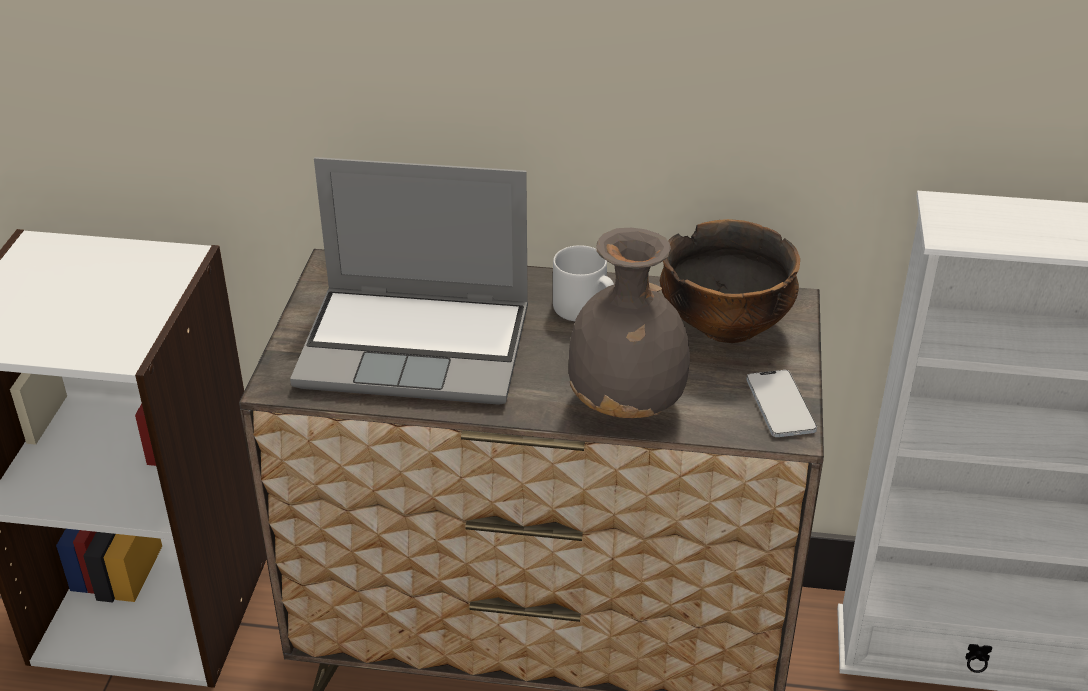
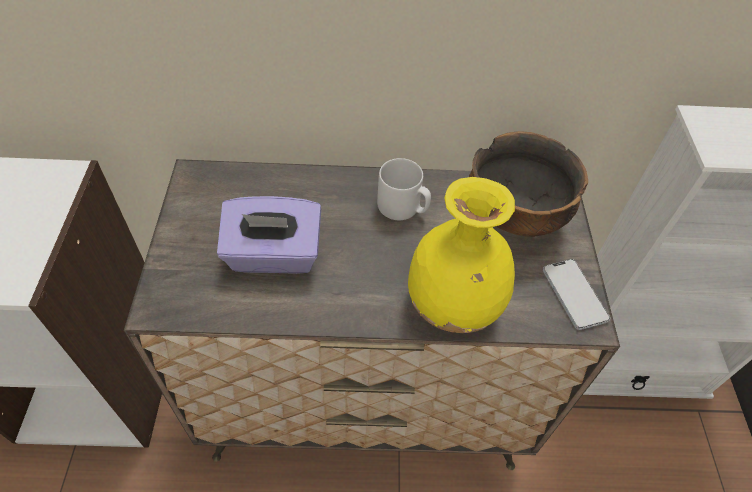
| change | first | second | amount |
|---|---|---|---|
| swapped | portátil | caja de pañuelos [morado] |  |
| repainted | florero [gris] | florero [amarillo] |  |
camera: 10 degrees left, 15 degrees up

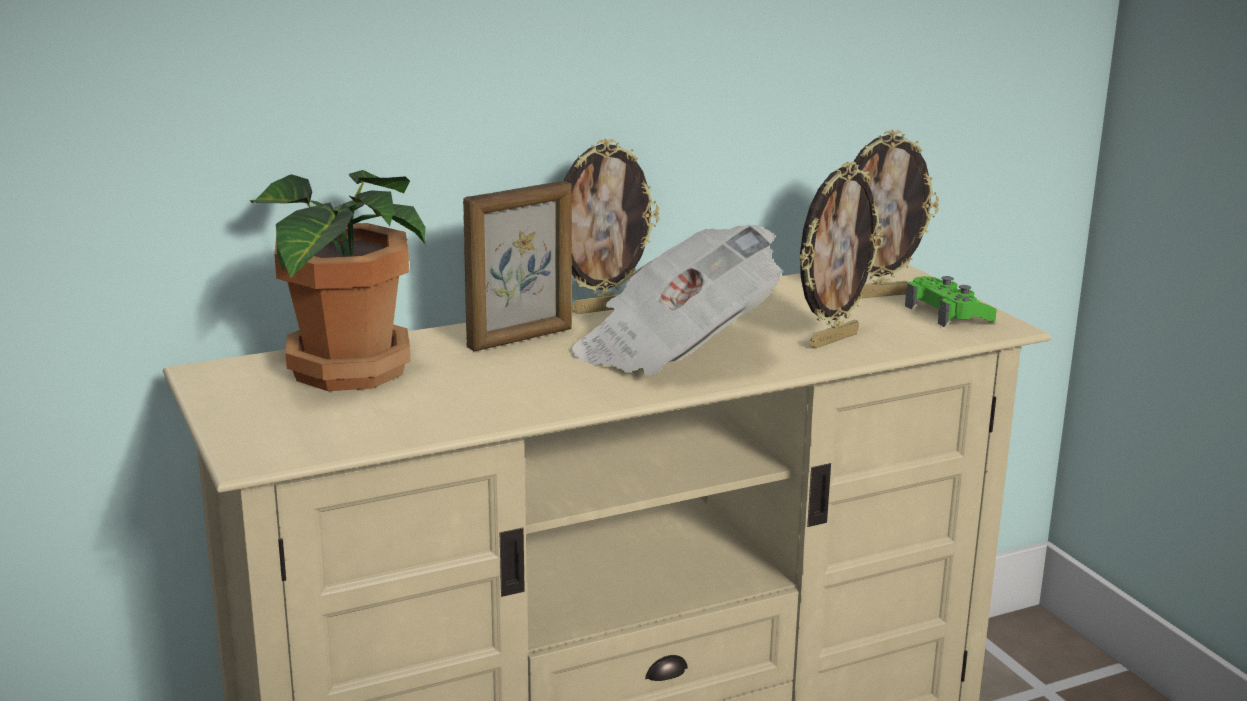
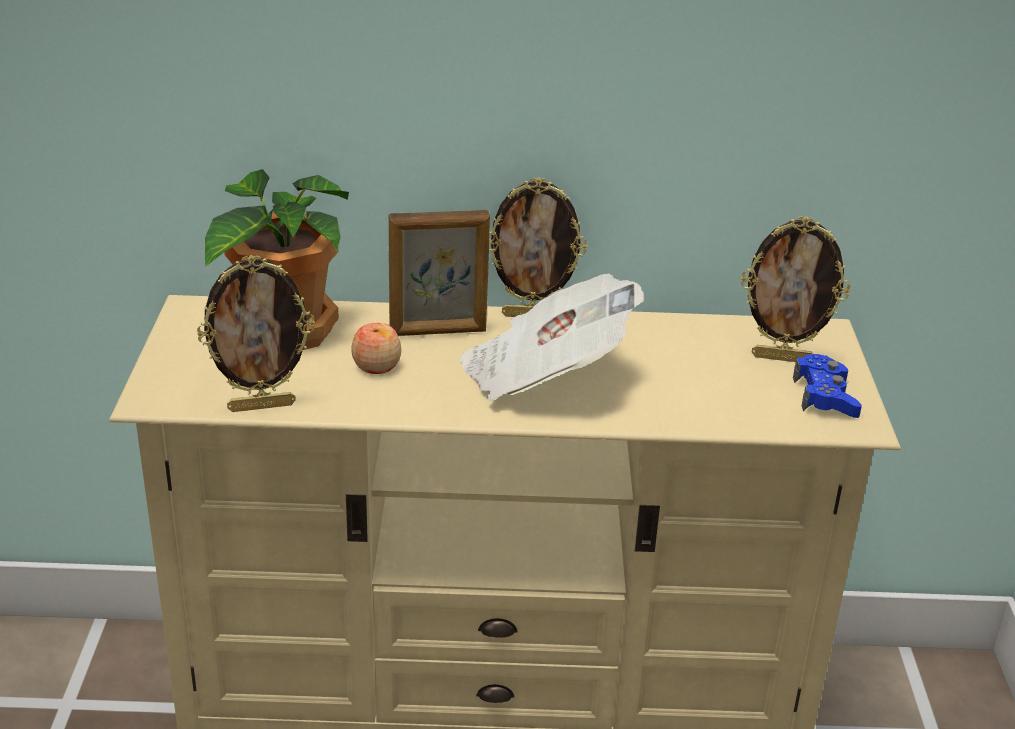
| change | first | second | amount |
|---|---|---|---|
| new |  | manzana |  |
| shifted | portarretratos (no. 3 from left in the first image) | portarretratos (no. 1 from left) |  |
| repainted | mando de consola [verde] | mando de consola [azul] |  |
camera: 25 degrees right, 10 degrees up

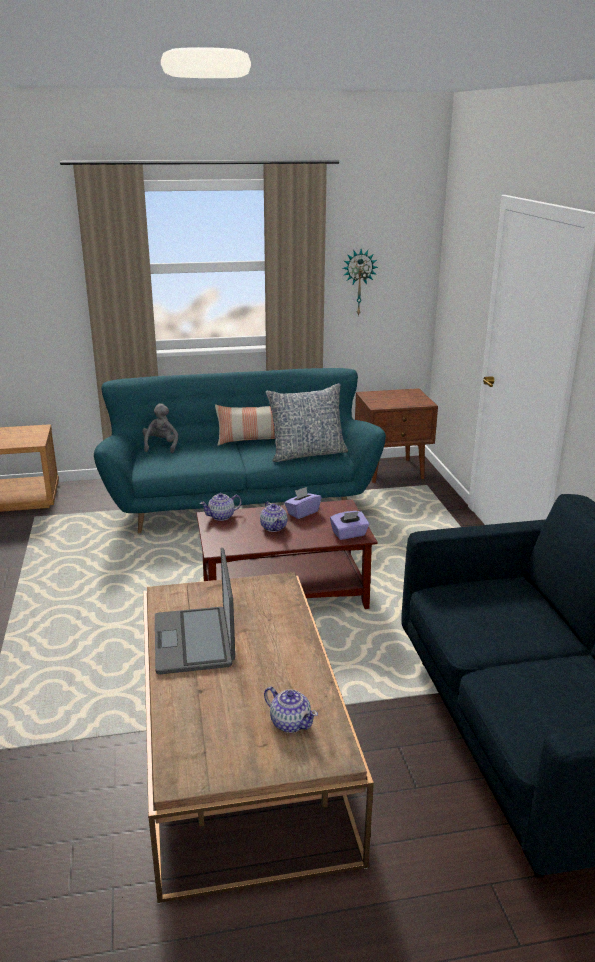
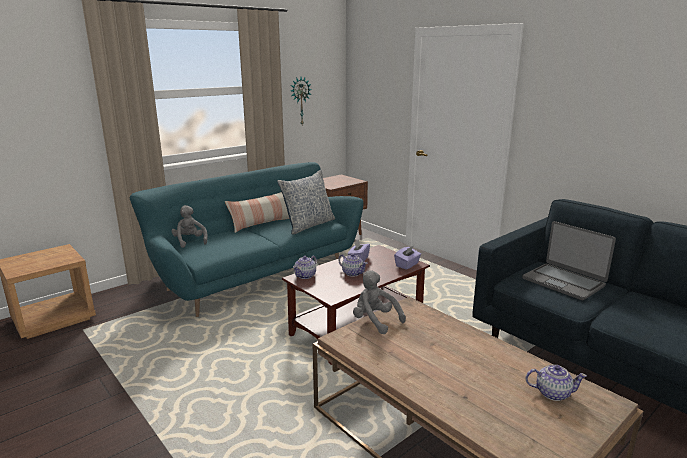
| change | first | second | amount |
|---|---|---|---|
| new |  | peluche [gris] (no. 2 from left) |  |
| shifted | portátil |  |  |
camera: 30 degrees left, 5 degrees down

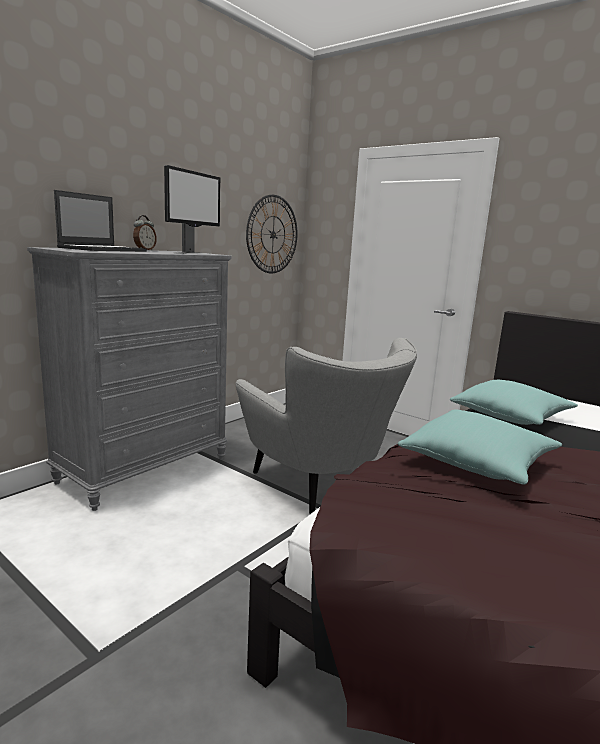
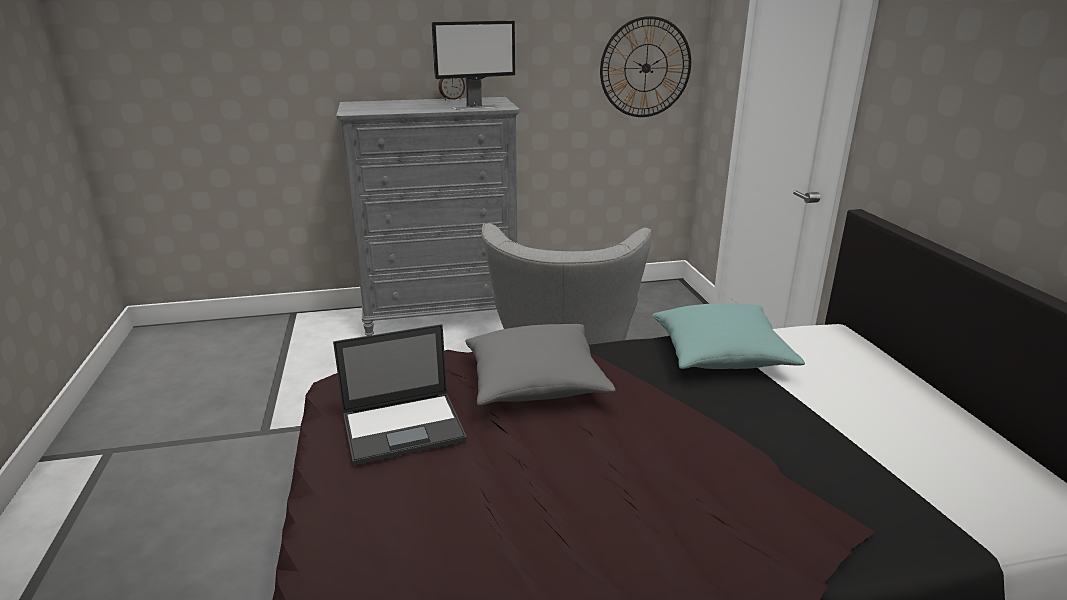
| change | first | second | amount |
|---|---|---|---|
| shifted | portátil |  |  |
| repainted | cojín [turquesa] (no. 1 from left) | cojín [gris] |  |
camera: 40 degrees right, 10 degrees up

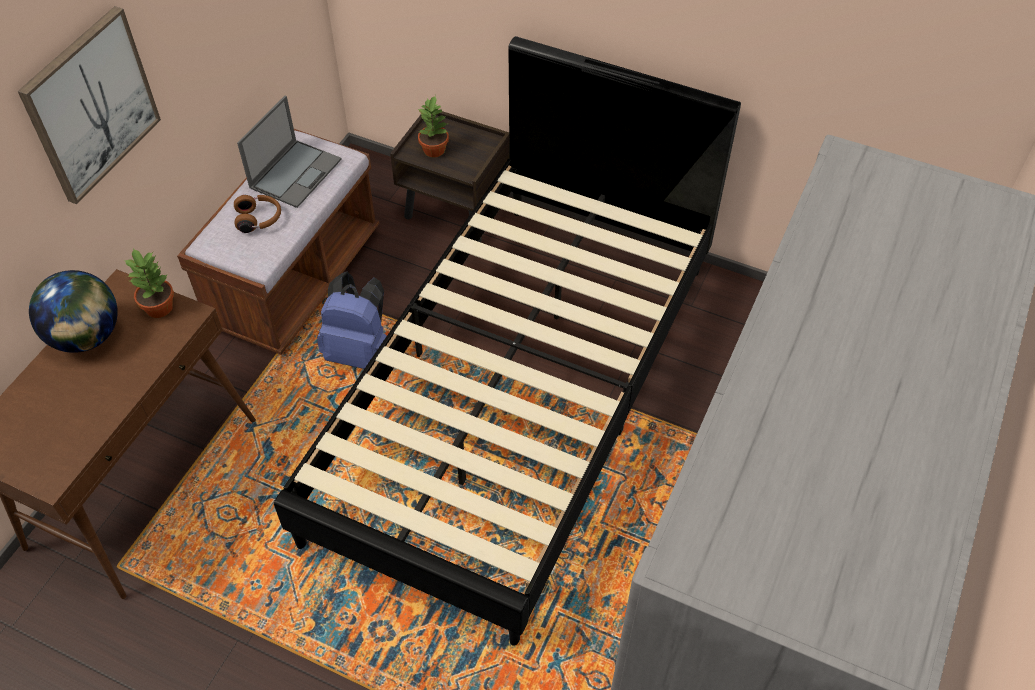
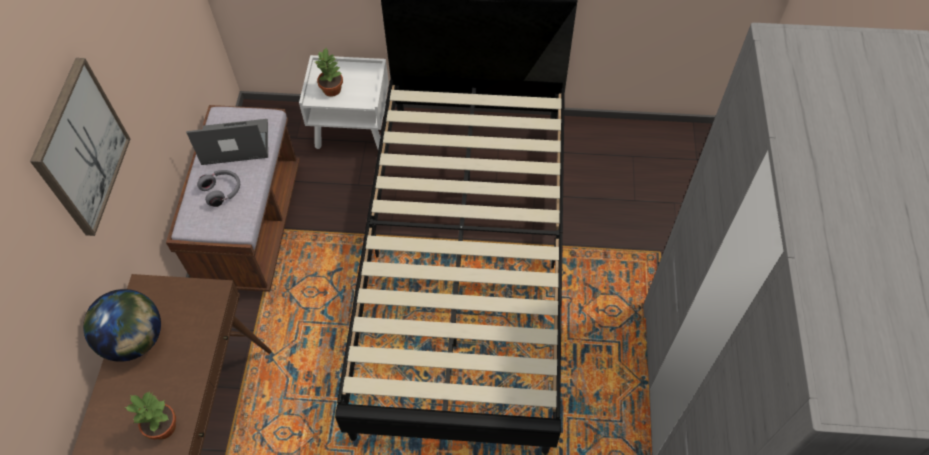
| change | first | second | amount |
|---|---|---|---|
| gone | mochila [azul] |  |  |
| shifted | planta en maceta (no. 1 from left) |  |  |
| repainted | auriculares [marrón] | auriculares [gris] |  |
| repainted | mesita de noche [marrón] | mesita de noche [blanco] |  |
| rotated | portátil |  | 105 degrees counterclockwise |
camera: 20 degrees left, 5 degrees up

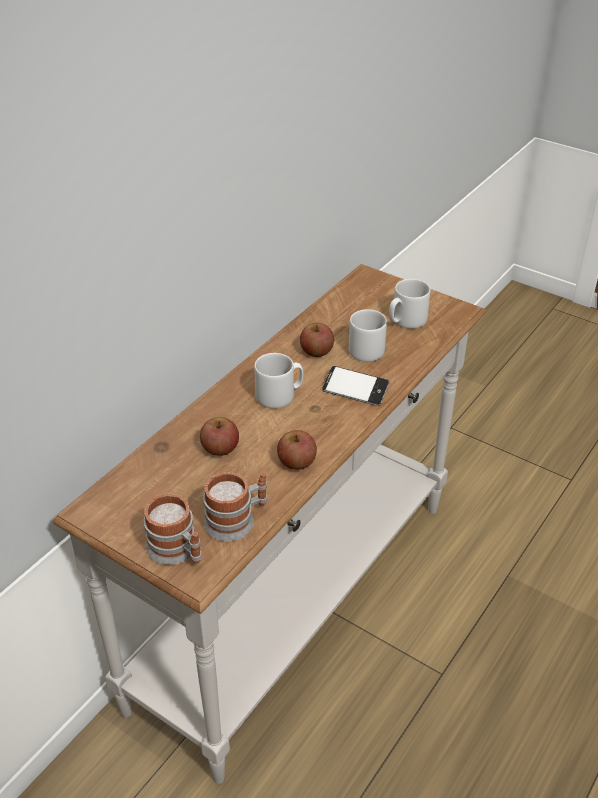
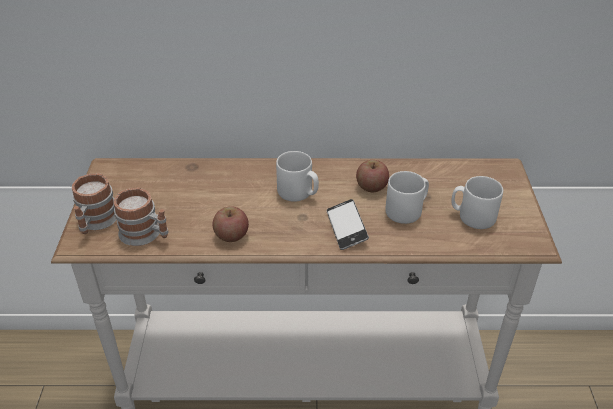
| change | first | second | amount |
|---|---|---|---|
| gone | manzana (no. 1 from left) |  |  |
camera: 55 degrees right, 0 degrees up

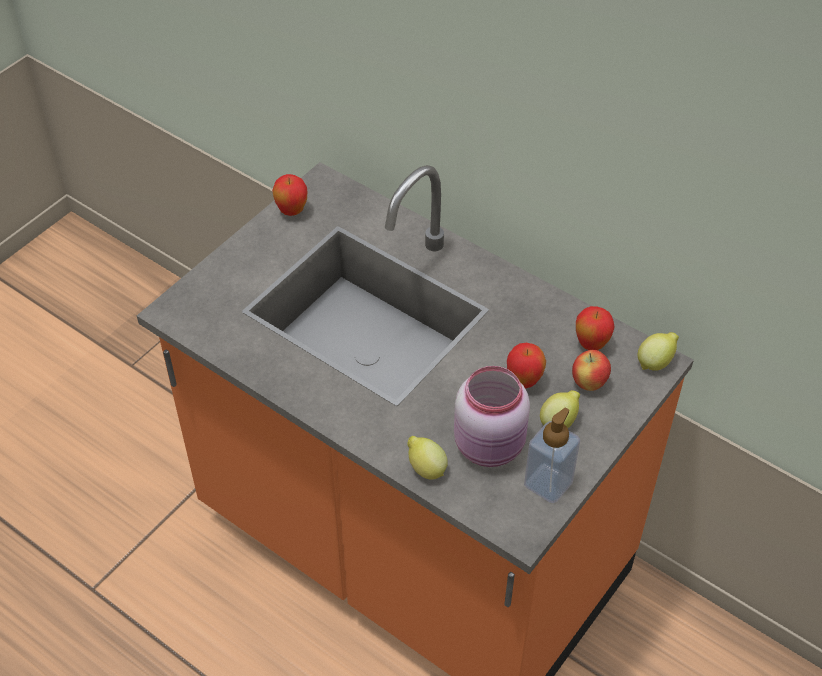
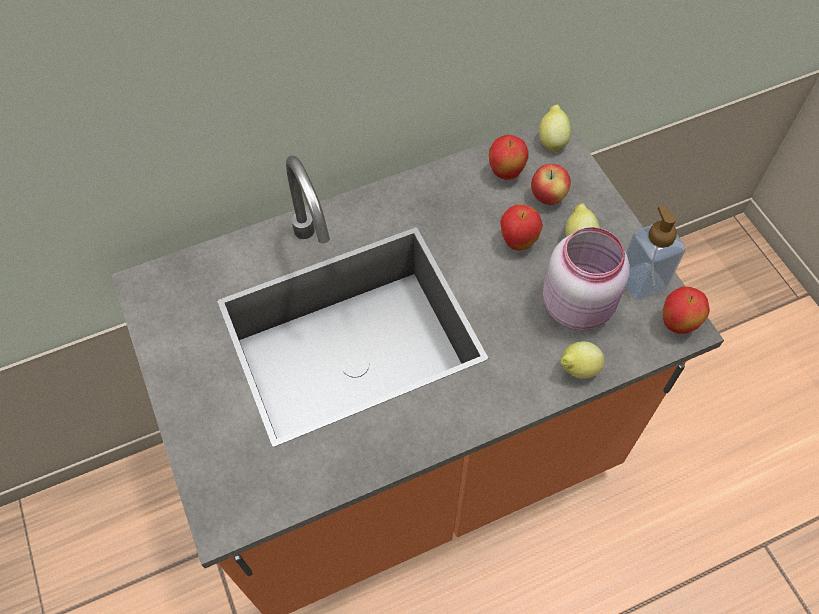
| change | first | second | amount |
|---|---|---|---|
| shifted | manzana (no. 1 from left in the first image) | manzana (no. 4 from left) |  |
camera: 60 degrees left, 10 degrees up

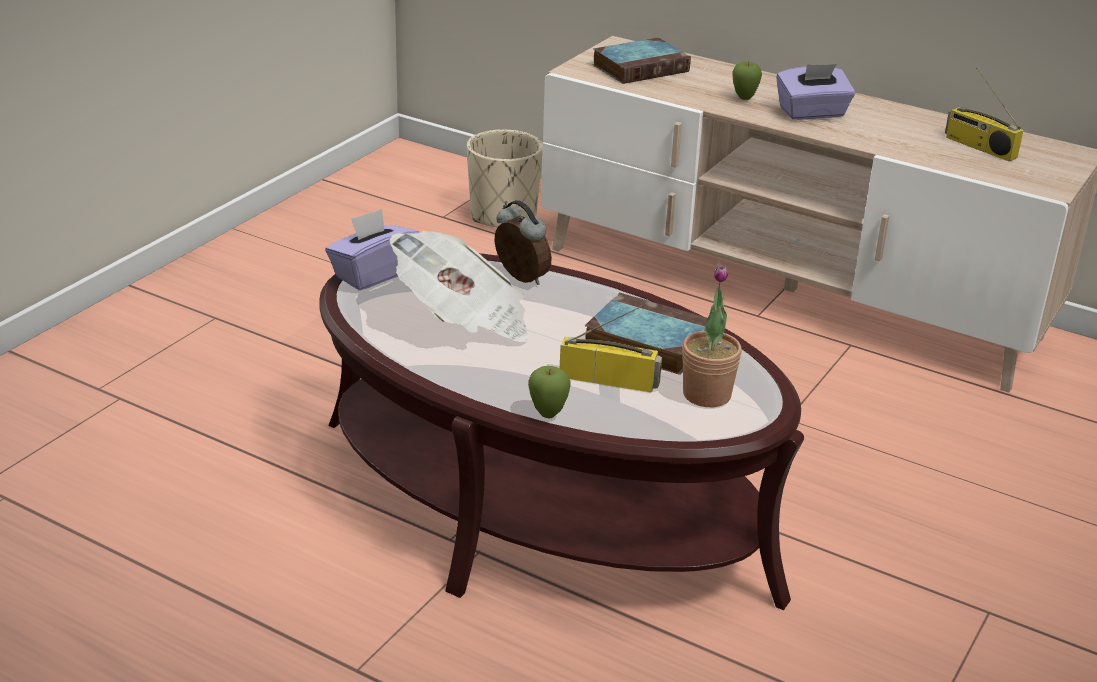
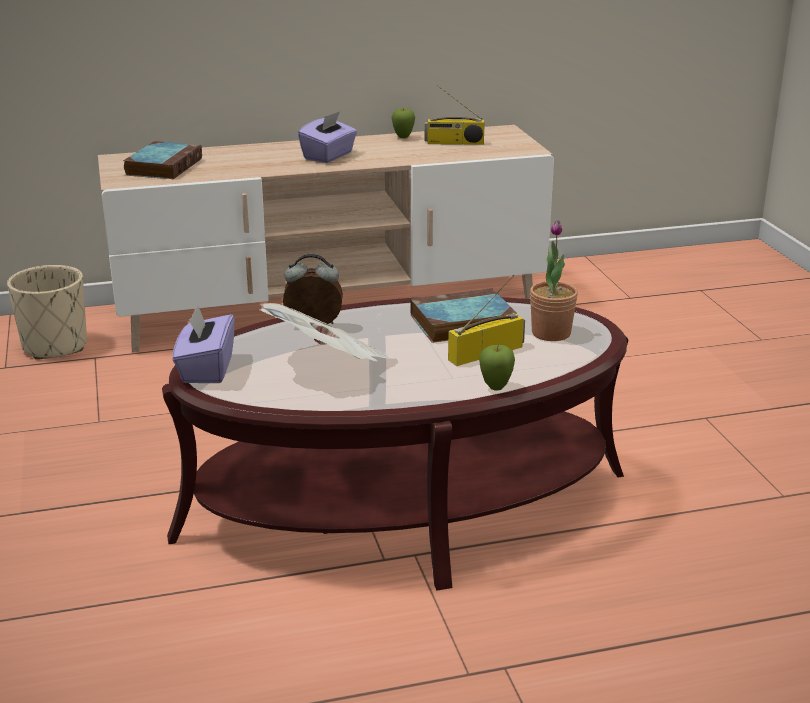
| change | first | second | amount |
|---|---|---|---|
| shifted | manzana (no. 2 from left in the first image) | manzana (no. 1 from left) |  |
camera: 45 degrees left, 5 degrees down

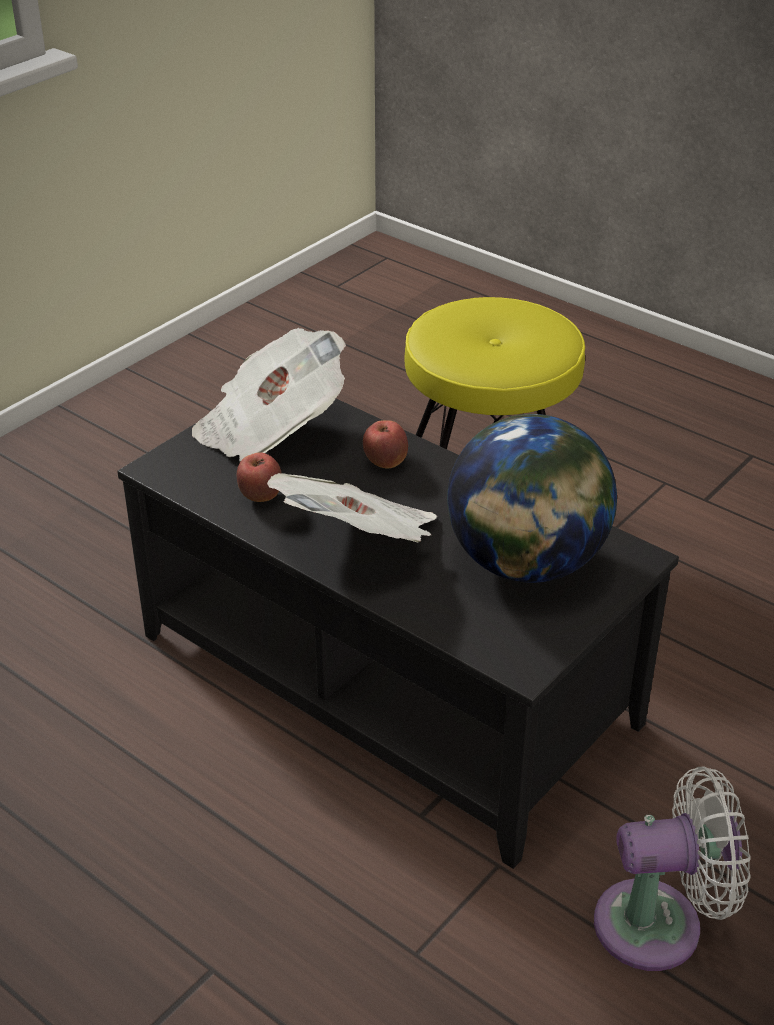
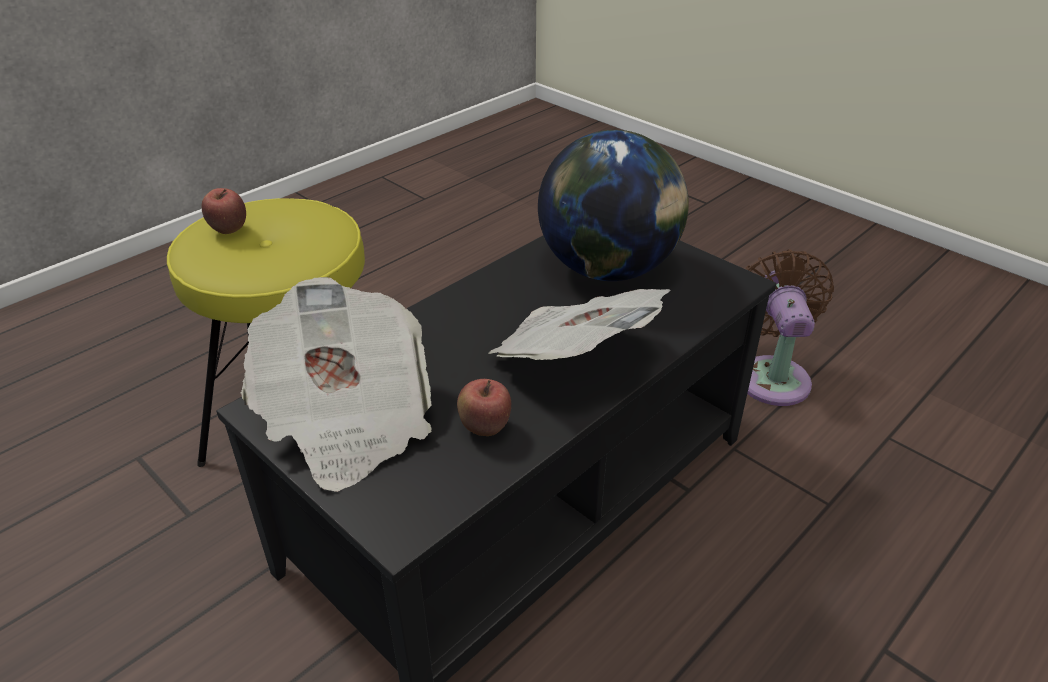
| change | first | second | amount |
|---|---|---|---|
| shifted | manzana (no. 2 from left in the first image) | manzana (no. 1 from left) |  |
| repainted | ventilador [blanco] | ventilador [marrón] |  |
camera: 85 degrees left, 0 degrees up

